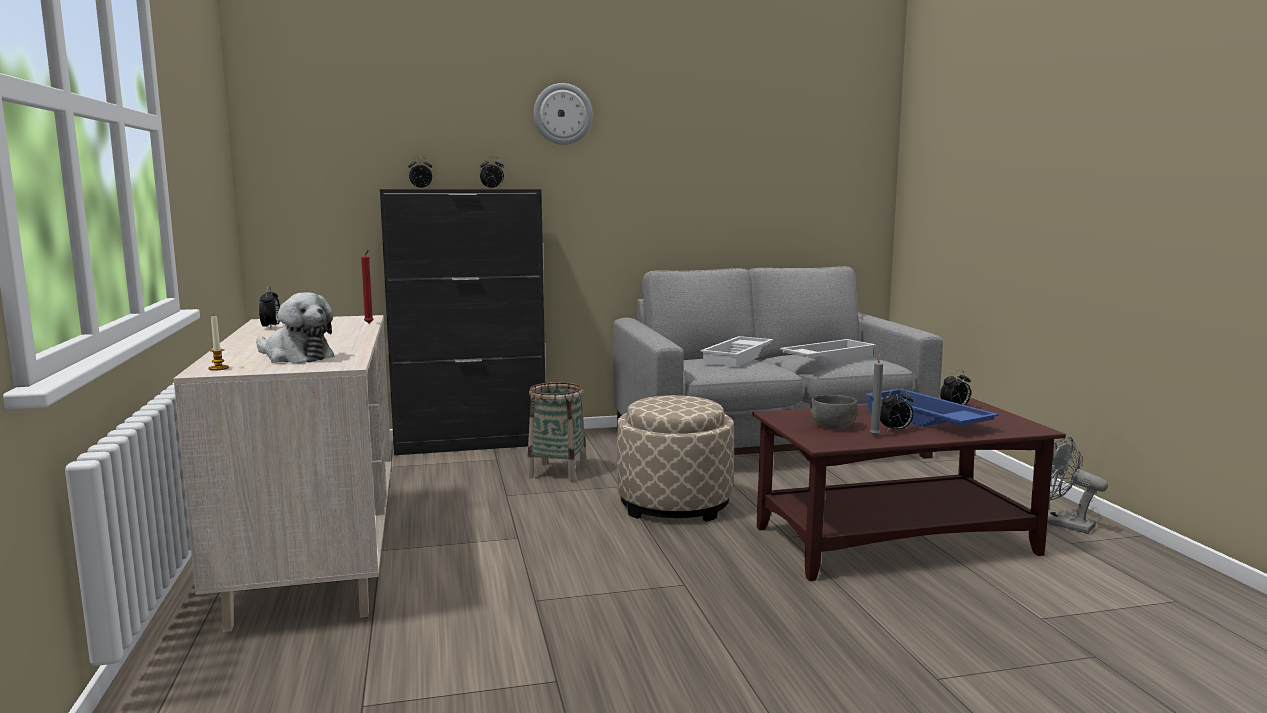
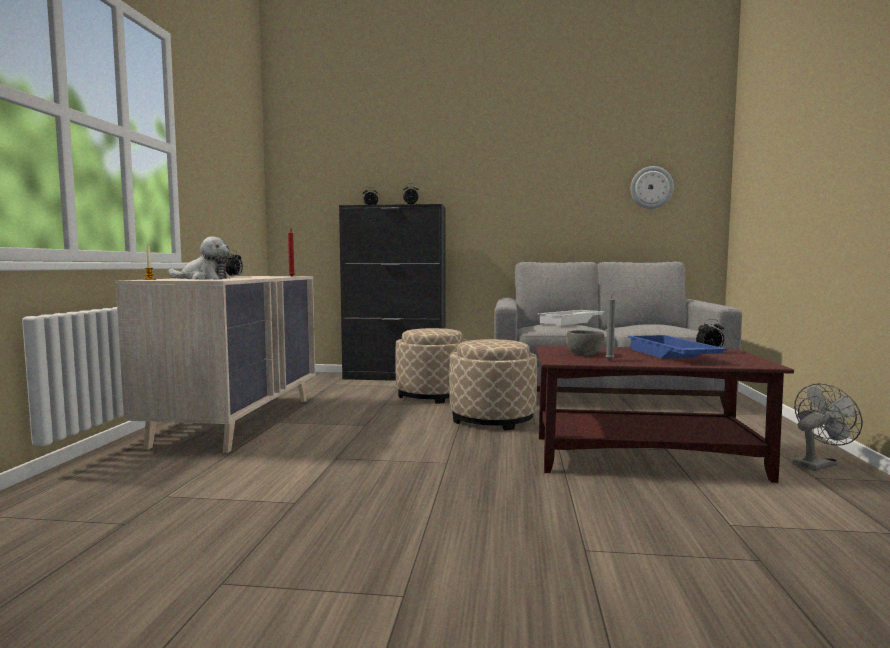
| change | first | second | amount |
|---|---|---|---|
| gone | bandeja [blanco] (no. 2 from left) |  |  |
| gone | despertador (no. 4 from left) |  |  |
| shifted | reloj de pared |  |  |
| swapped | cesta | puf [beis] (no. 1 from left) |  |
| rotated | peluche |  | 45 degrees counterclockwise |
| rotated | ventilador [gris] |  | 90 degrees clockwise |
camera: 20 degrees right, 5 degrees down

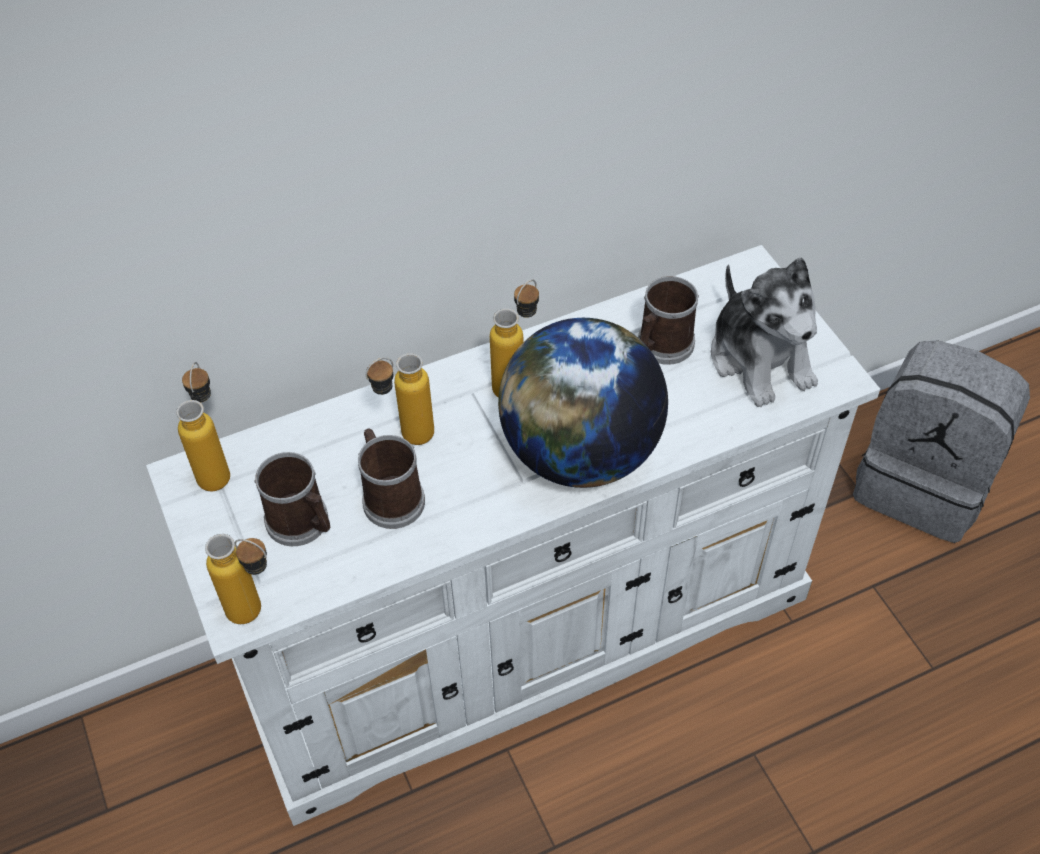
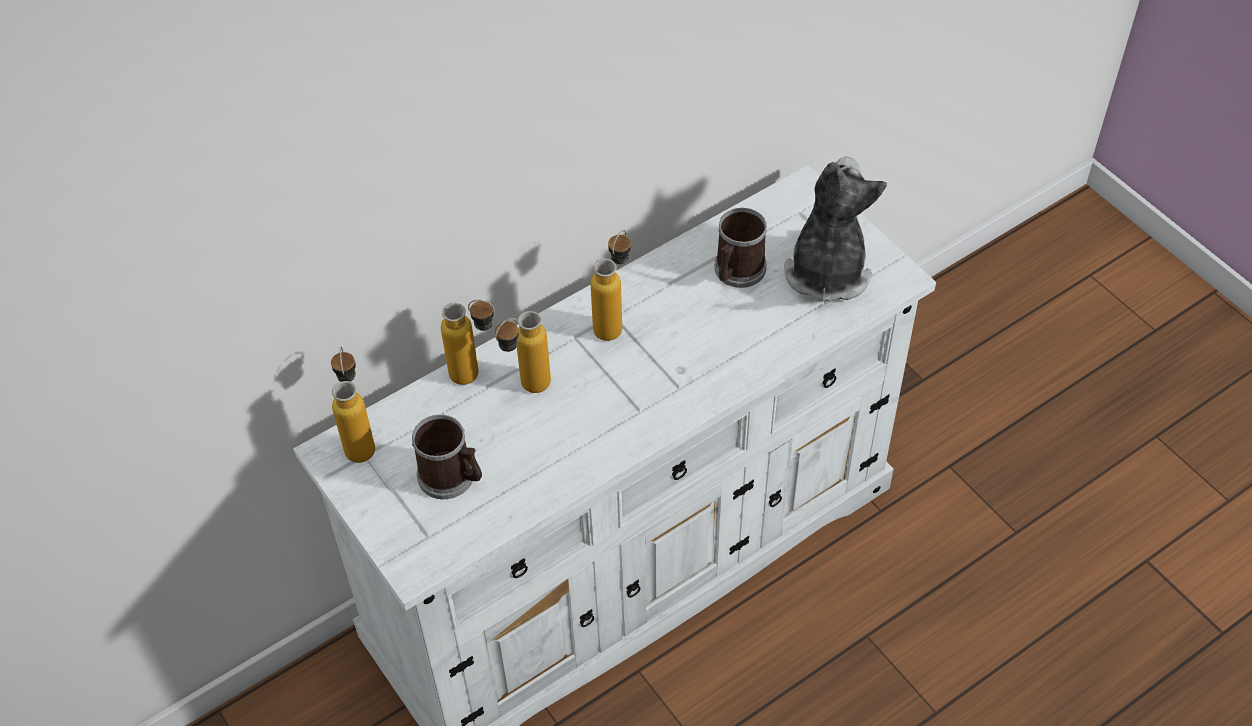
| change | first | second | amount |
|---|---|---|---|
| gone | taza grande (no. 2 from left) |  |  |
| gone | globo terráqueo |  |  |
| gone | mochila [gris] |  |  |
| shifted | botella (no. 2 from left) |  |  |
| rotated | peluche |  | 135 degrees counterclockwise |
camera: 10 degrees left, 0 degrees up

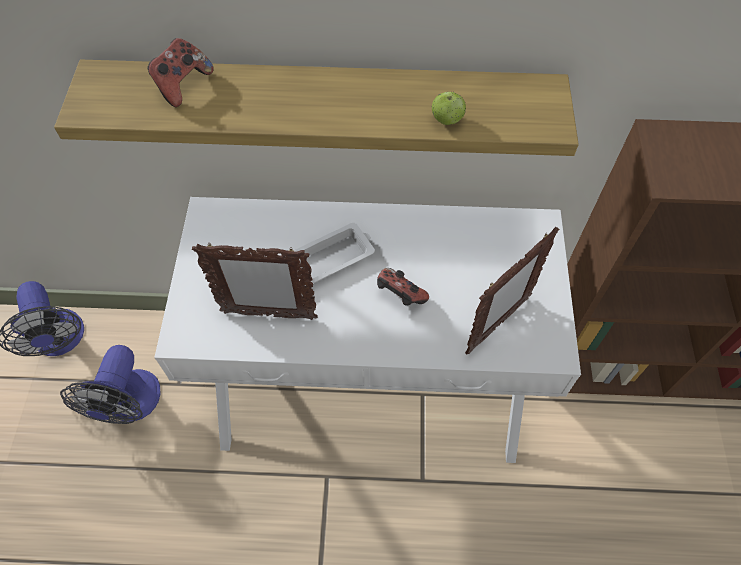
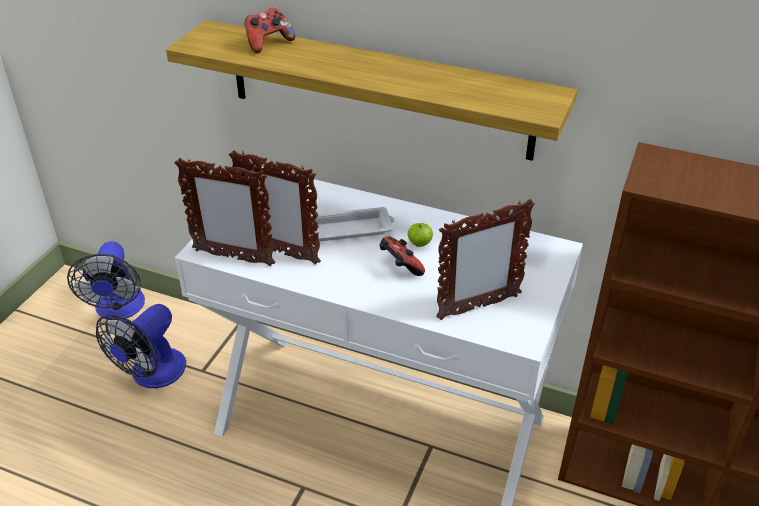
| change | first | second | amount |
|---|---|---|---|
| new |  | portarretratos (no. 1 from left) |  |
| shifted | manzana |  |  |
camera: 20 degrees right, 20 degrees down

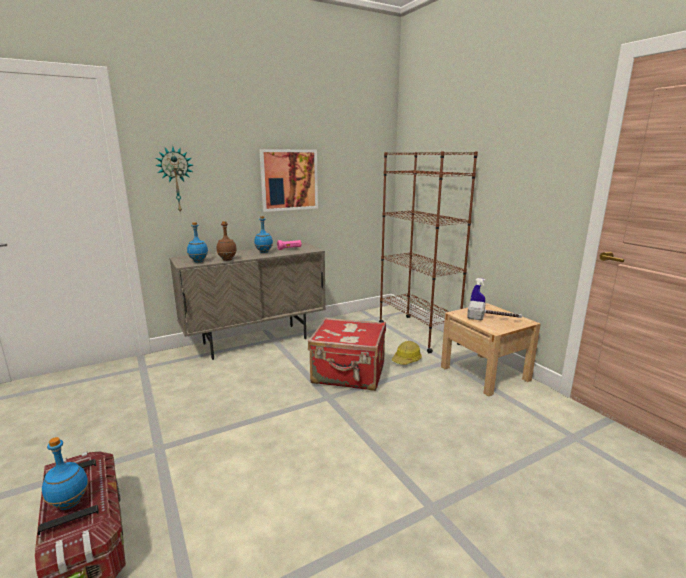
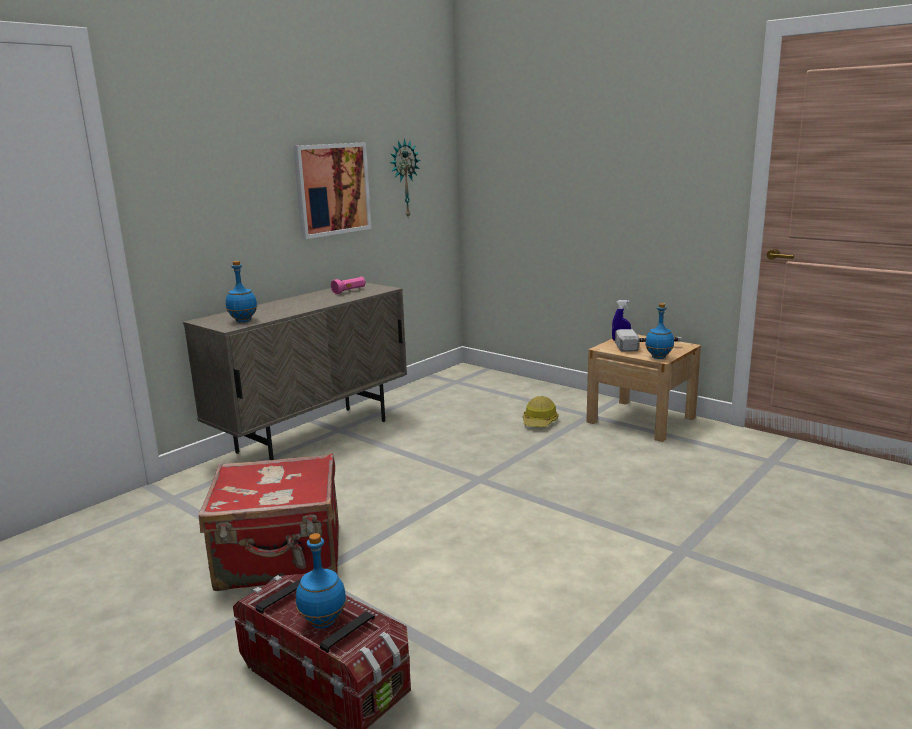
| change | first | second | amount |
|---|---|---|---|
| gone | botella [marrón] |  |  |
| gone | estantería [marrón] |  |  |
| shifted | reloj de pared |  |  |
| shifted | botella [azul] (no. 3 from left) |  |  |
| shifted | maleta [rojo] |  |  |
camera: 20 degrees left, 0 degrees up

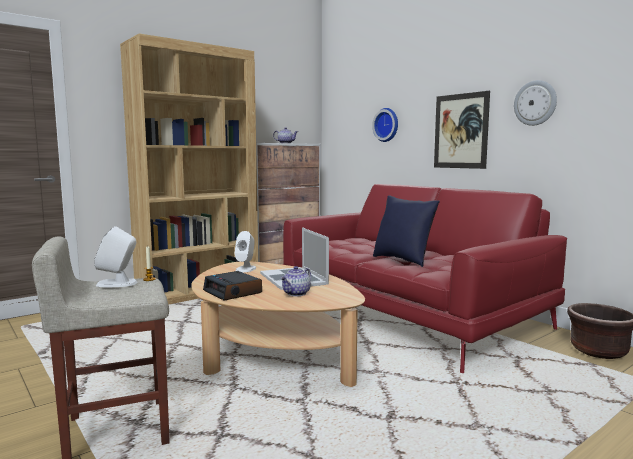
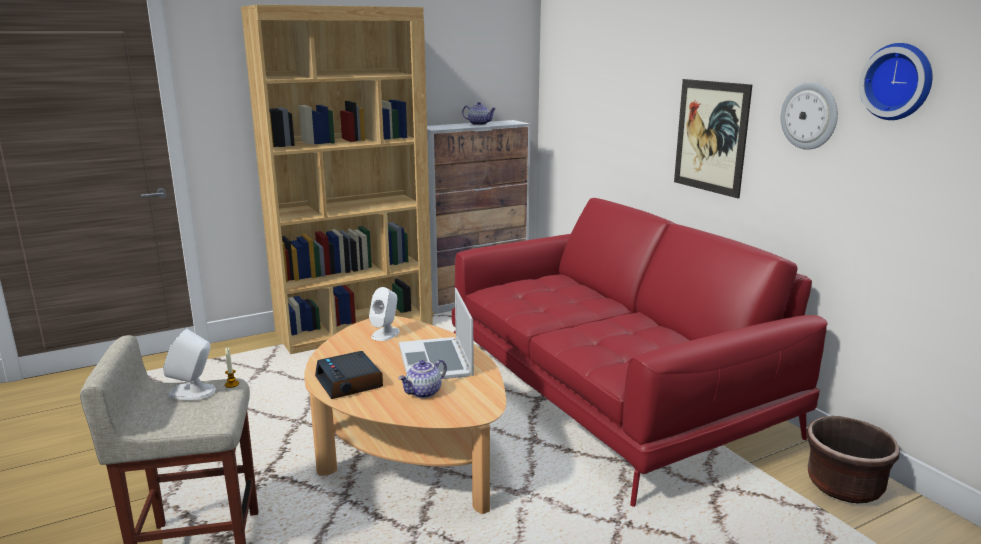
| change | first | second | amount |
|---|---|---|---|
| gone | cojín [azul] |  |  |
| shifted | reloj de pared (no. 1 from left in the first image) | reloj de pared (no. 2 from left) |  |
camera: 10 degrees right, 10 degrees up

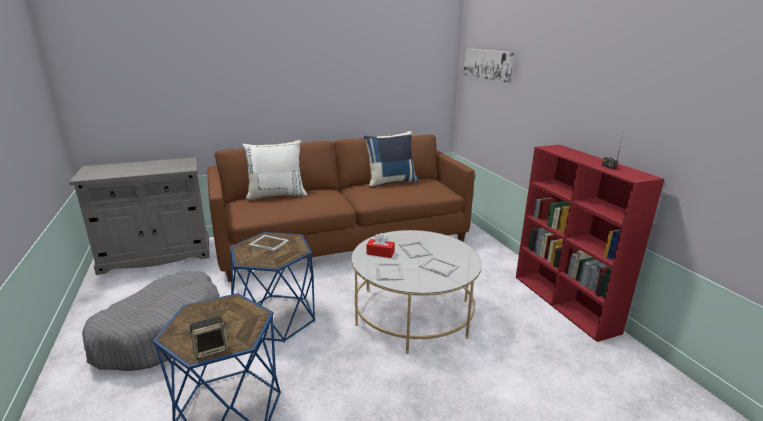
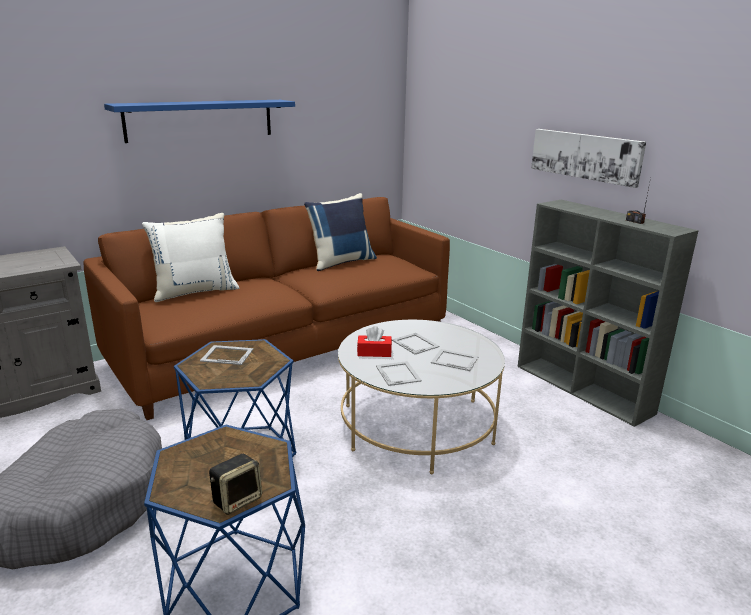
| change | first | second | amount |
|---|---|---|---|
| new |  | estante [azul] |  |
| shifted | cuadro |  |  |
| repainted | estantería [rojo] | estantería [gris] |  |
camera: 15 degrees left, 0 degrees up

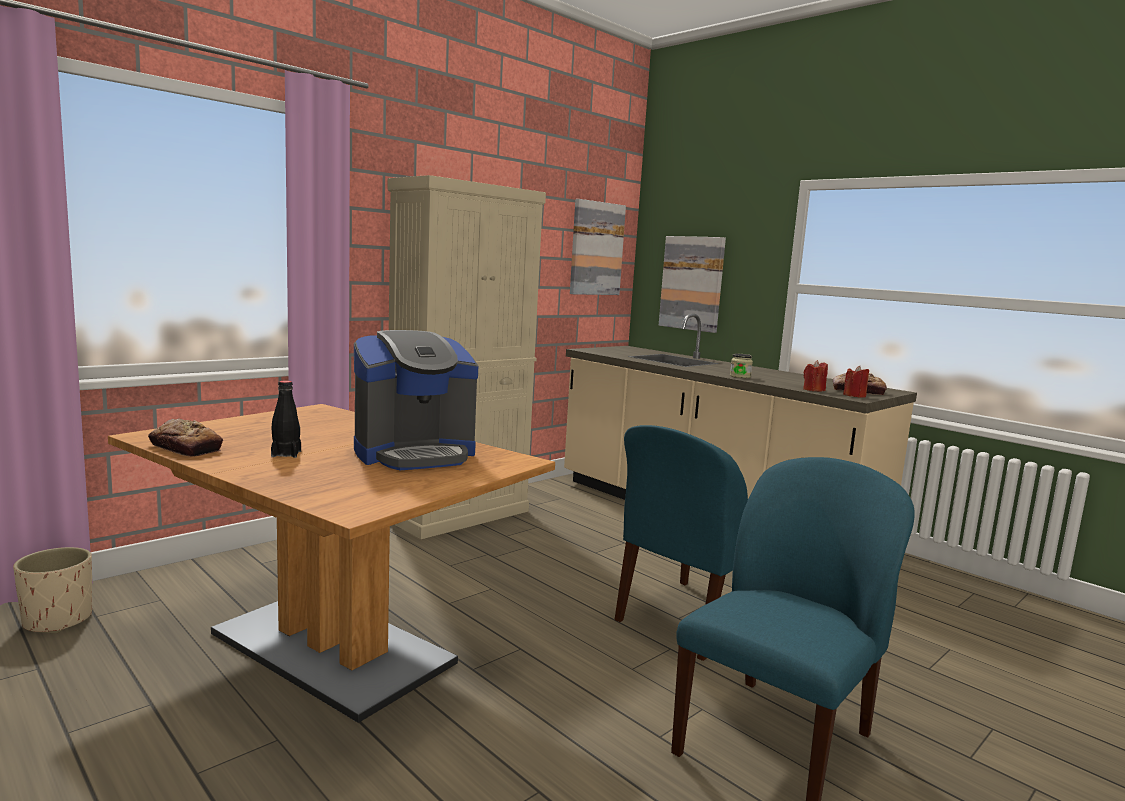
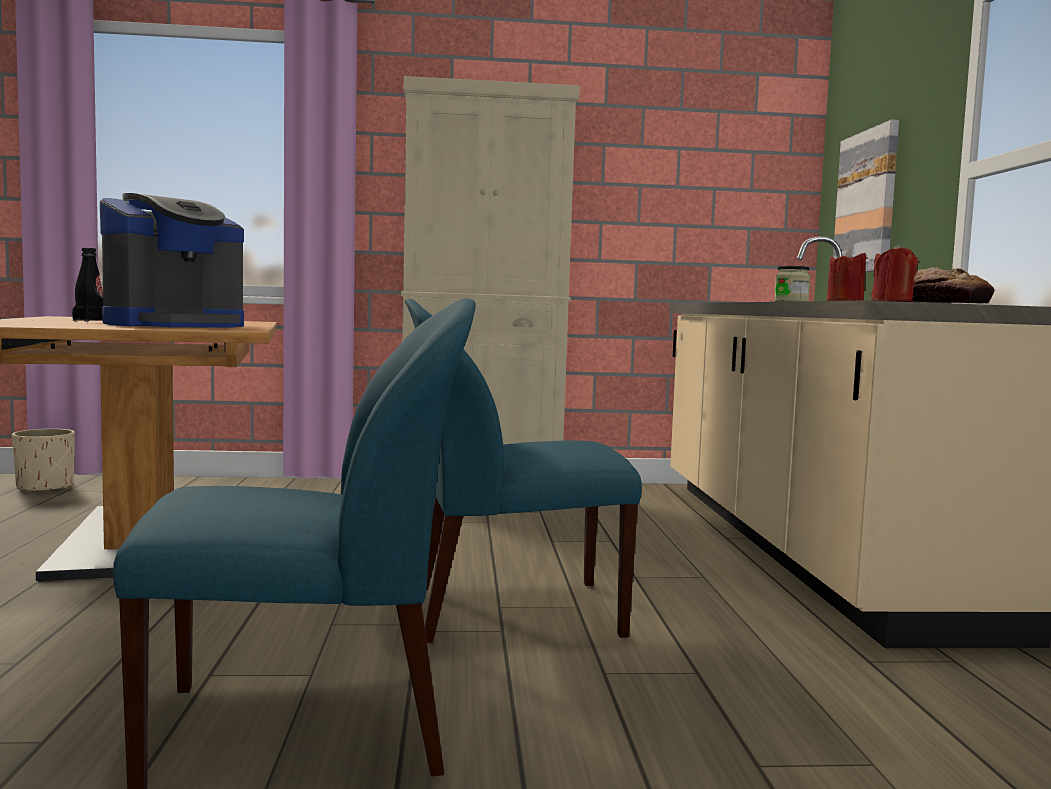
| change | first | second | amount |
|---|---|---|---|
| gone | pan (no. 1 from left) |  |  |
| gone | cuadro (no. 1 from left) |  |  |
| rotated | cafetera |  | 60 degrees counterclockwise |
camera: 40 degrees right, 5 degrees down

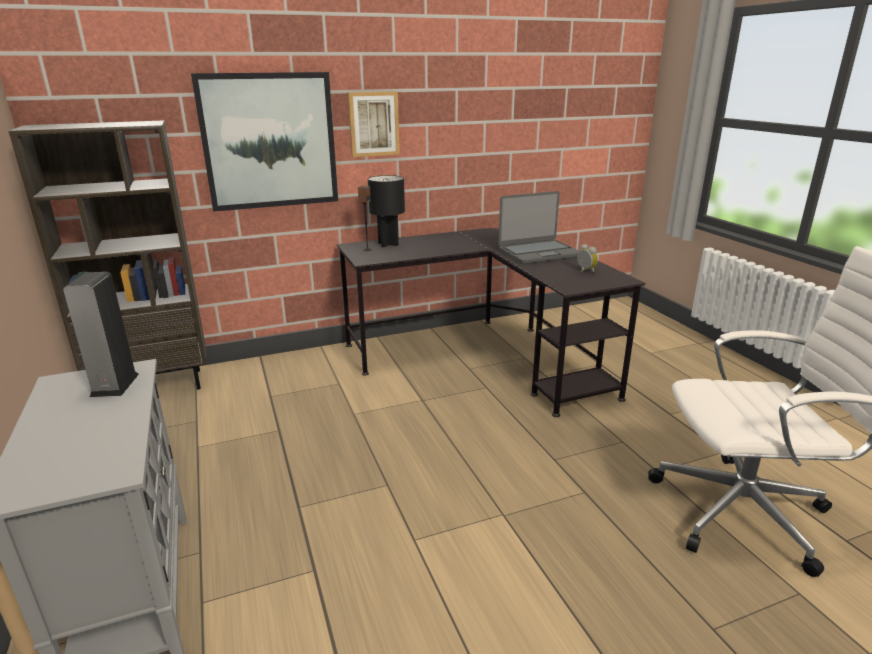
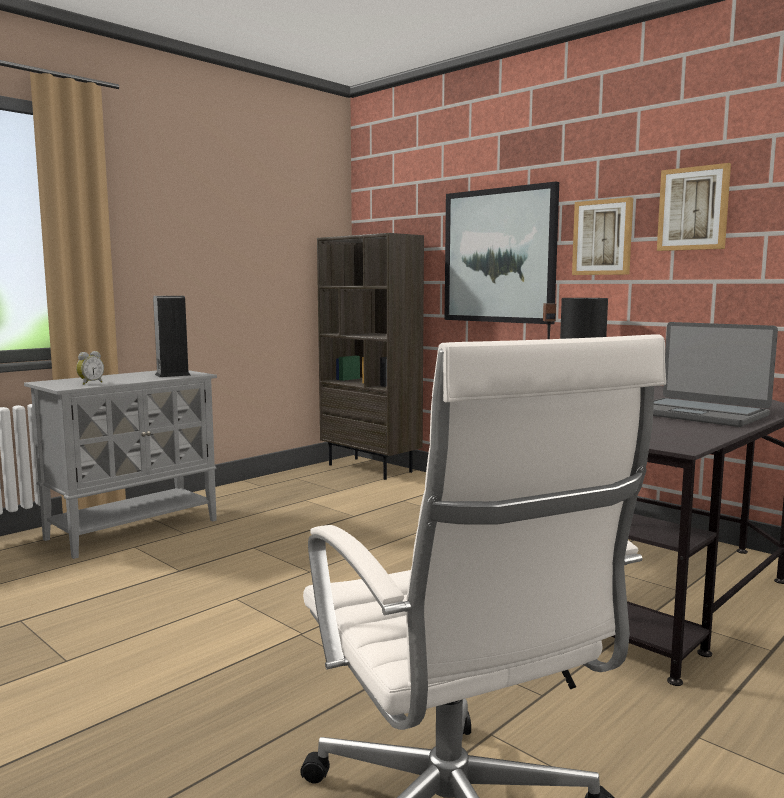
| change | first | second | amount |
|---|---|---|---|
| new |  | cuadro (no. 3 from left) |  |
| shifted | despertador |  |  |
camera: 65 degrees right, 15 degrees down

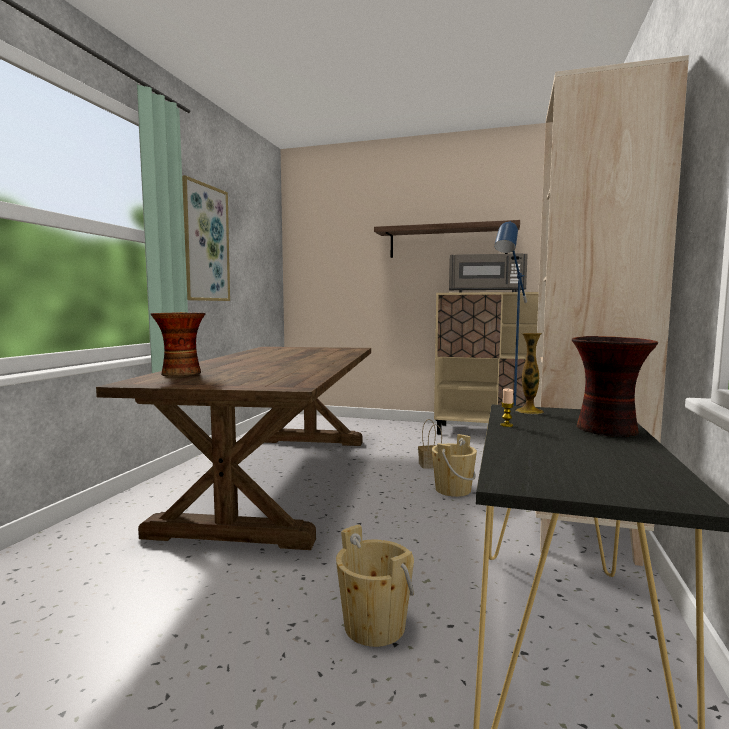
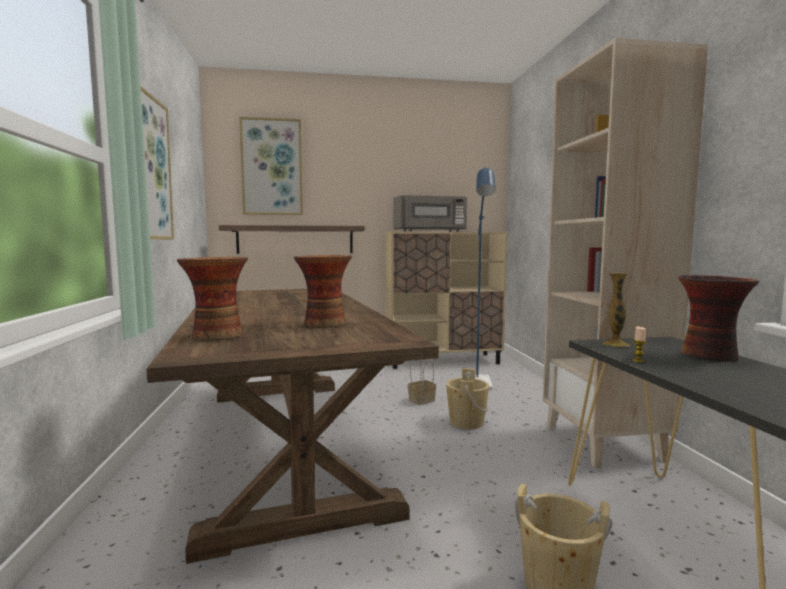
| change | first | second | amount |
|---|---|---|---|
| new |  | cuadro (no. 2 from left) |  |
| new |  | florero (no. 2 from left) |  |
| shifted | estante |  |  |
camera: 25 degrees left, 0 degrees up

